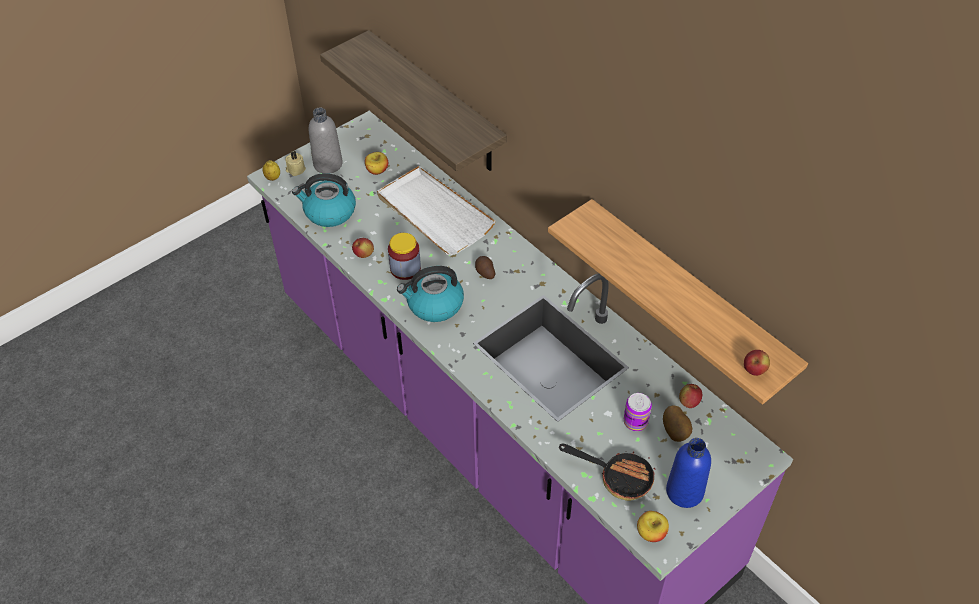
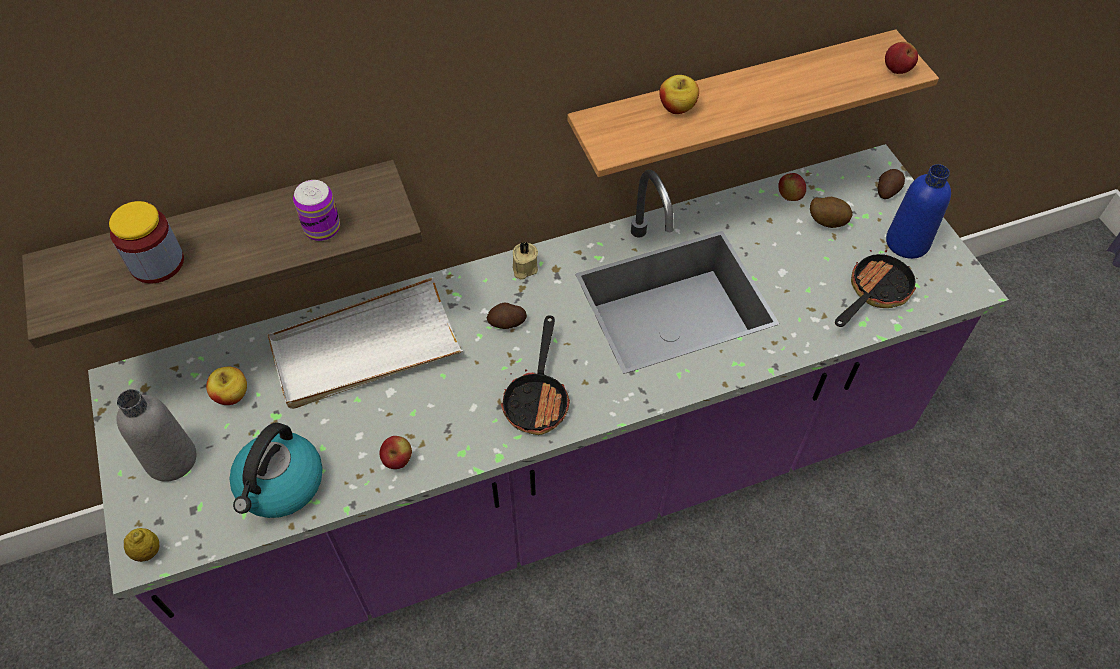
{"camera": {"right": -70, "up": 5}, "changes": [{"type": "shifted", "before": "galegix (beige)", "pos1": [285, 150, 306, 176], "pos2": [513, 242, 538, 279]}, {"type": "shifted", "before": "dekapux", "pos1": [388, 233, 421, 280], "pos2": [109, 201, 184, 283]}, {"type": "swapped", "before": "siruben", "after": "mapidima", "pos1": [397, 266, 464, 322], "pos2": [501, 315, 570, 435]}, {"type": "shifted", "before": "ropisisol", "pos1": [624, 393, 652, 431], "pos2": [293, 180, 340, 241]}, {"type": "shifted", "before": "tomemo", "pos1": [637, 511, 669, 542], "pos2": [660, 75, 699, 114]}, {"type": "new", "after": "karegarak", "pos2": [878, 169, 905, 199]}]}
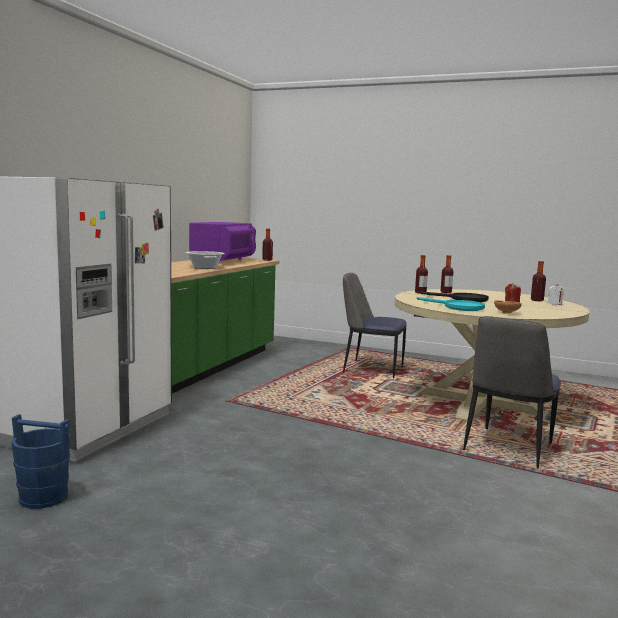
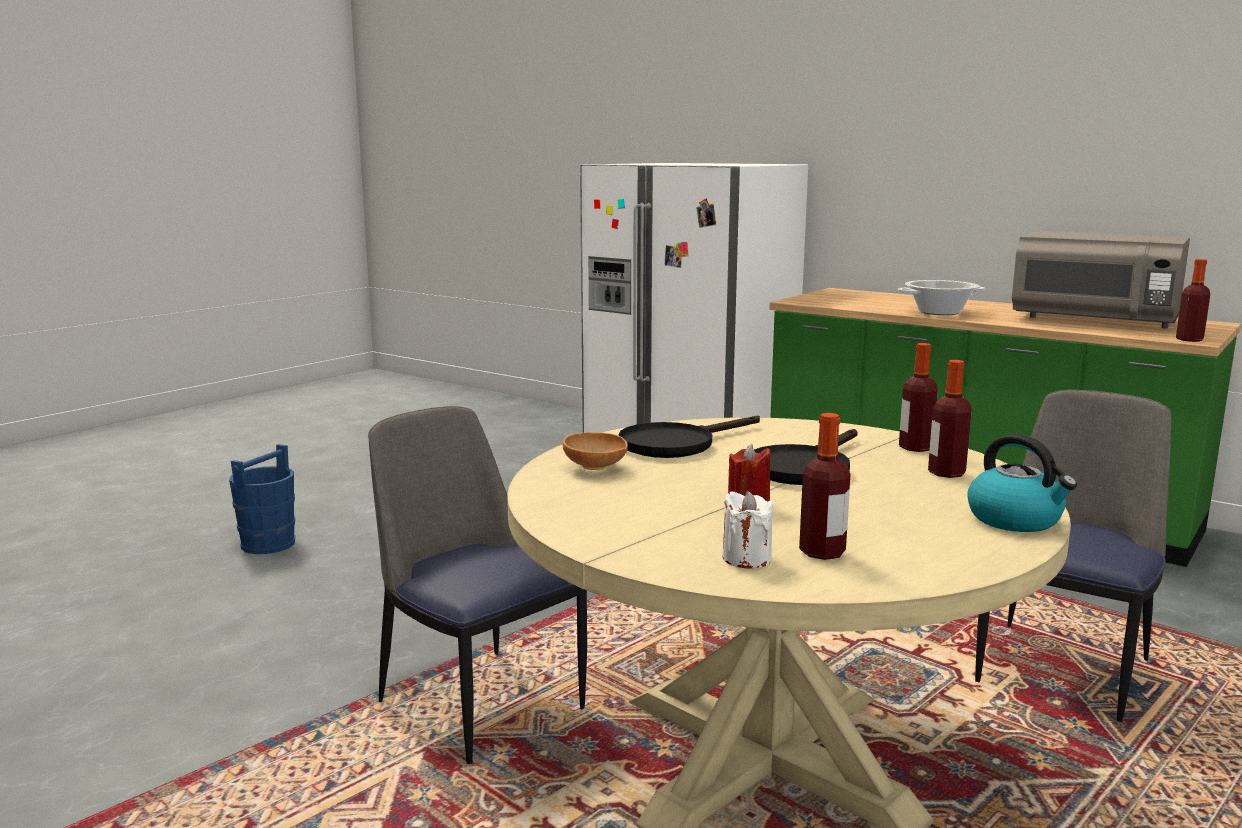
{"camera": {"right": 105, "up": 5}, "changes": [{"type": "repainted", "before": "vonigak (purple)", "after": "vonigak (grey)", "pos1": [189, 222, 256, 261], "pos2": [1012, 231, 1190, 329]}, {"type": "repainted", "before": "mapidima (turquoise)", "after": "mapidima (black)", "pos1": [417, 297, 485, 311], "pos2": [618, 416, 760, 458]}, {"type": "shifted", "before": "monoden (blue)", "pos1": [11, 414, 70, 509], "pos2": [229, 444, 295, 554]}, {"type": "new", "after": "siruben", "pos2": [967, 434, 1077, 532]}]}
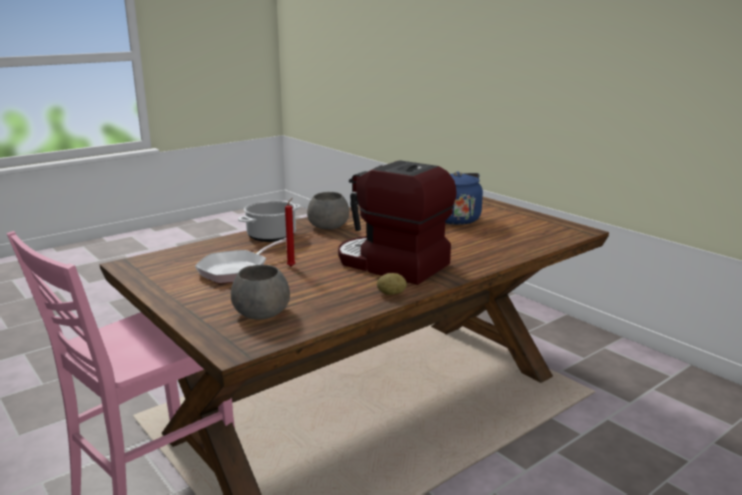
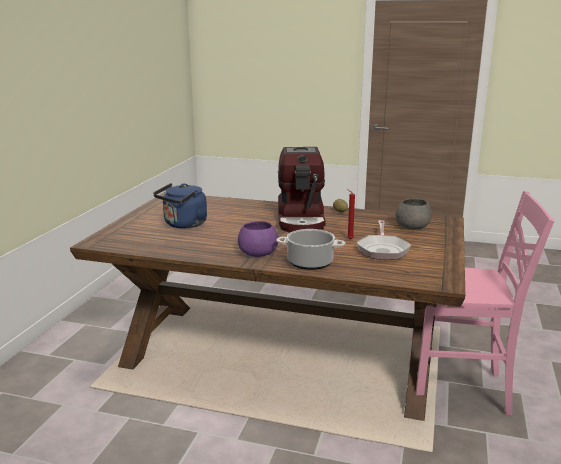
{"camera": {"right": -125, "up": 0}, "changes": [{"type": "repainted", "before": "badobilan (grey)", "after": "badobilan (purple)", "pos1": [307, 192, 349, 229], "pos2": [238, 221, 278, 257]}, {"type": "rotated", "before": "mapidima", "pos1": [195, 238, 287, 284], "pos2": [356, 220, 411, 260], "turn": 90}]}
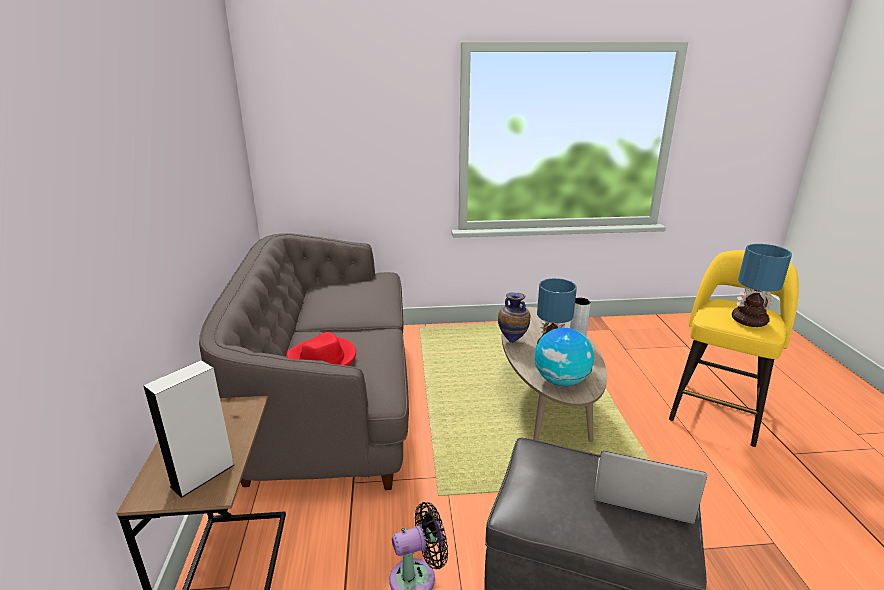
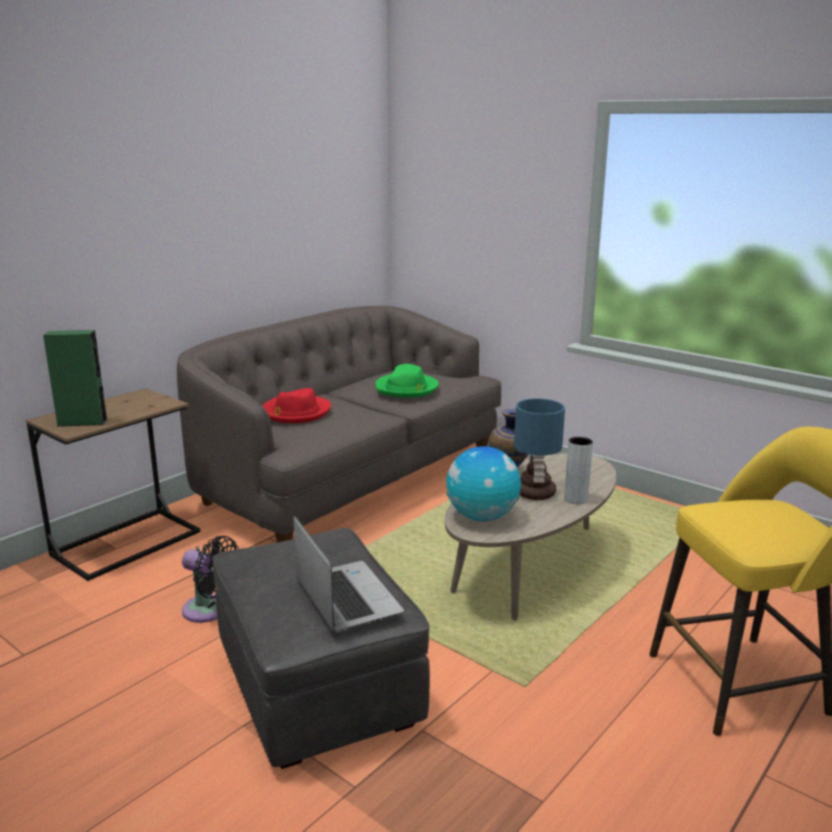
{"camera": {"right": 45, "up": -5}, "changes": [{"type": "gone", "before": "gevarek", "pos1": [732, 244, 792, 327]}, {"type": "repainted", "before": "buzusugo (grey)", "after": "buzusugo (green)", "pos1": [143, 360, 235, 498], "pos2": [43, 330, 107, 427]}, {"type": "new", "after": "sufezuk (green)", "pos2": [375, 364, 439, 398]}]}
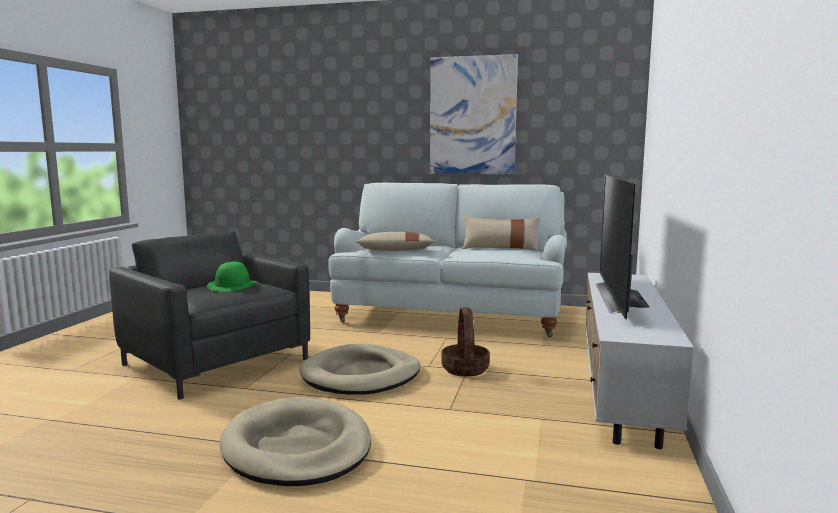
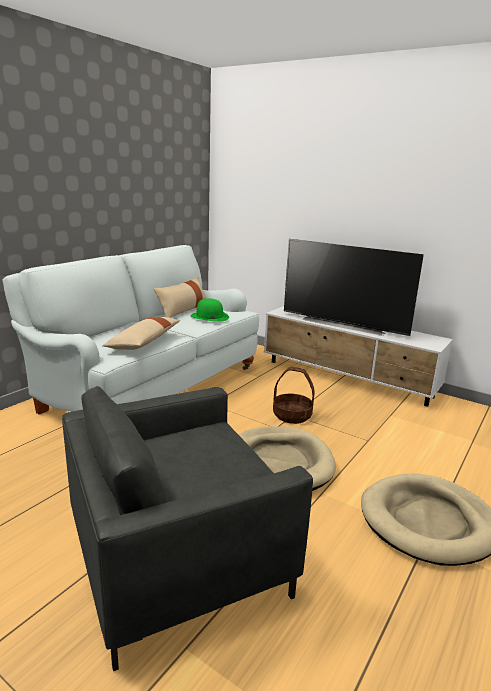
{"camera": {"right": -70, "up": 10}, "changes": [{"type": "gone", "before": "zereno", "pos1": [430, 54, 518, 174]}, {"type": "shifted", "before": "sufezuk (green)", "pos1": [207, 261, 257, 292], "pos2": [190, 298, 229, 322]}]}
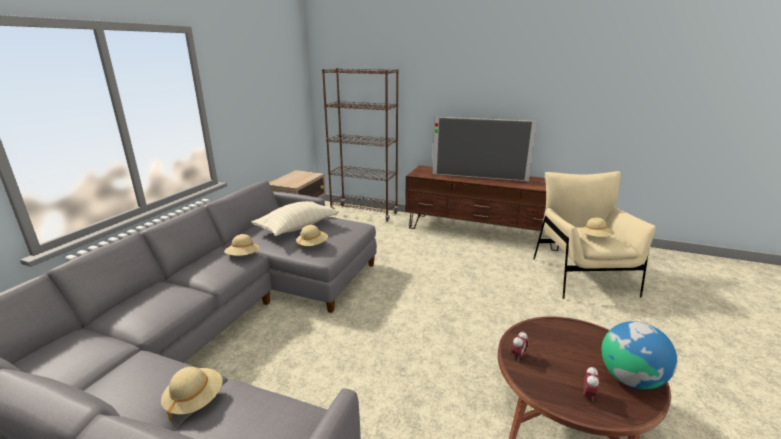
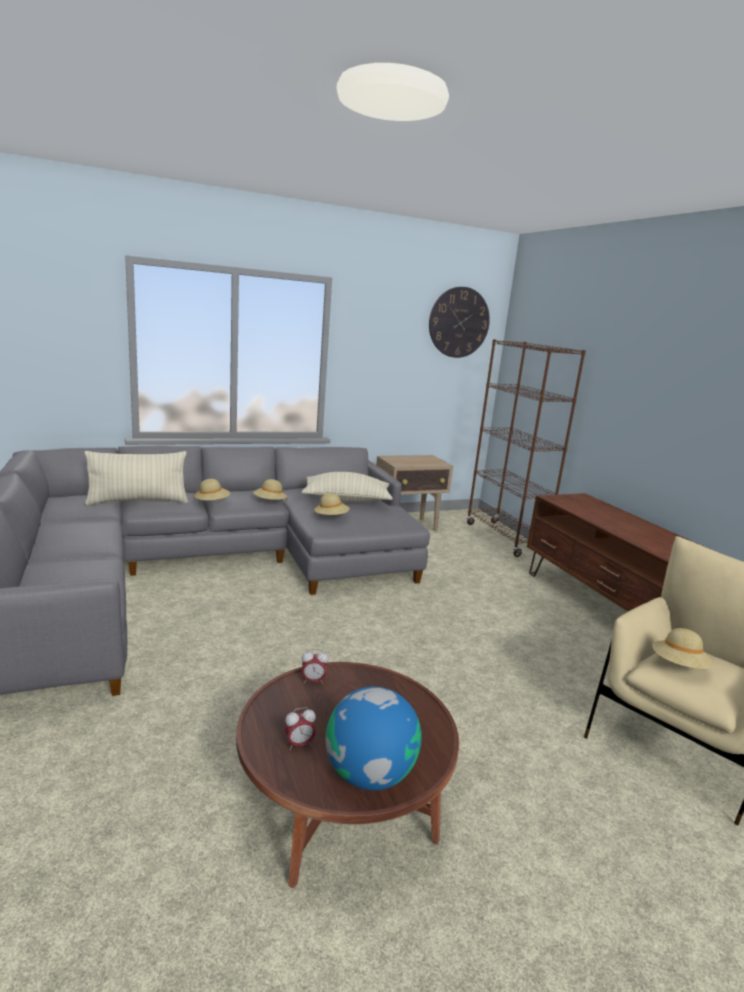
{"camera": {"right": 45, "up": -5}, "changes": [{"type": "gone", "before": "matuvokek", "pos1": [432, 117, 537, 181]}, {"type": "shifted", "before": "sufezuk (beige)", "pos1": [161, 367, 222, 422], "pos2": [194, 479, 230, 500]}, {"type": "new", "after": "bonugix", "pos2": [429, 287, 490, 358]}, {"type": "new", "after": "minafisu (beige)", "pos2": [84, 451, 189, 506]}]}
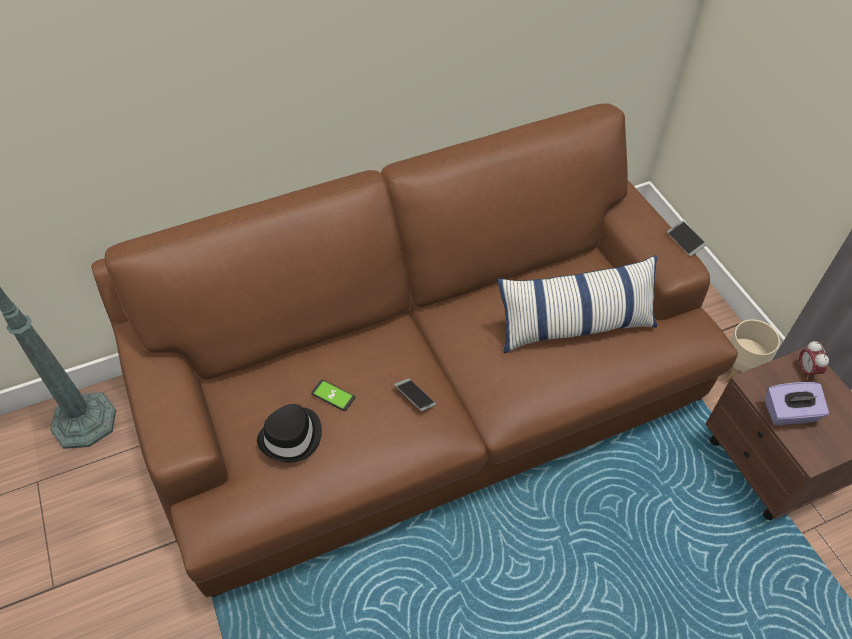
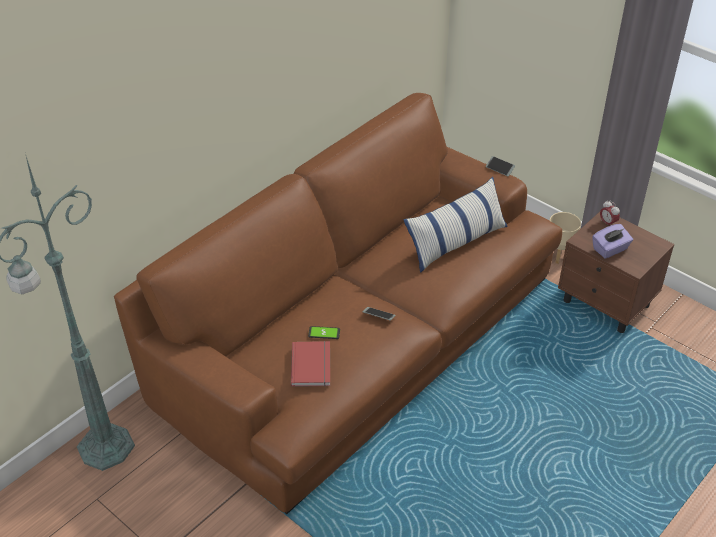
{"camera": {"right": -25, "up": -10}, "changes": [{"type": "swapped", "before": "sufezuk (black)", "after": "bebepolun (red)", "pos1": [257, 404, 322, 462], "pos2": [291, 341, 330, 387]}]}
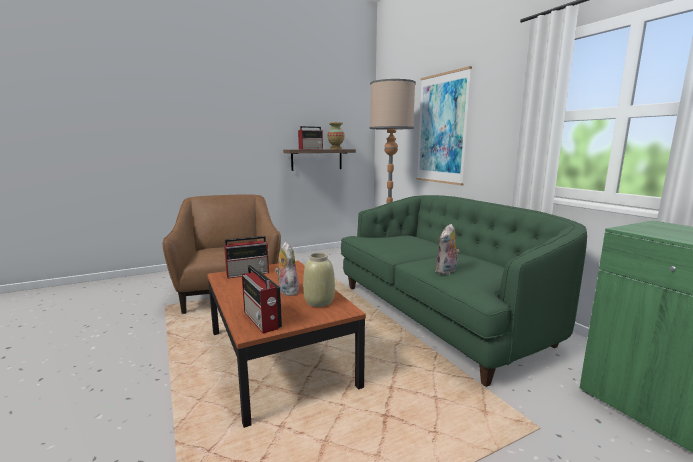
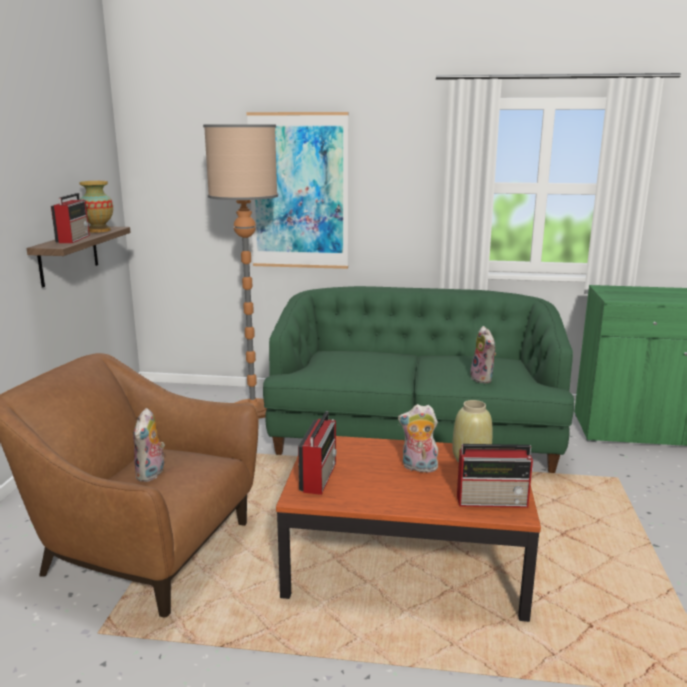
{"camera": {"right": -55, "up": 5}, "changes": [{"type": "new", "after": "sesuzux", "pos2": [133, 408, 165, 482]}]}
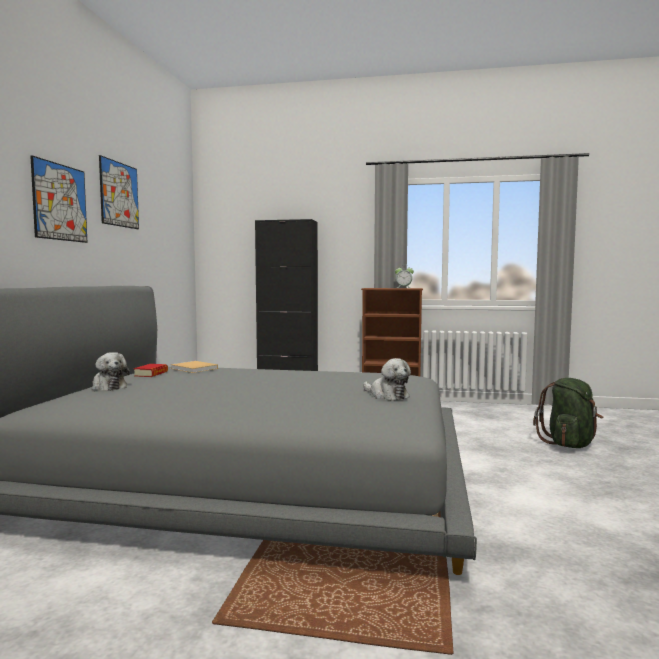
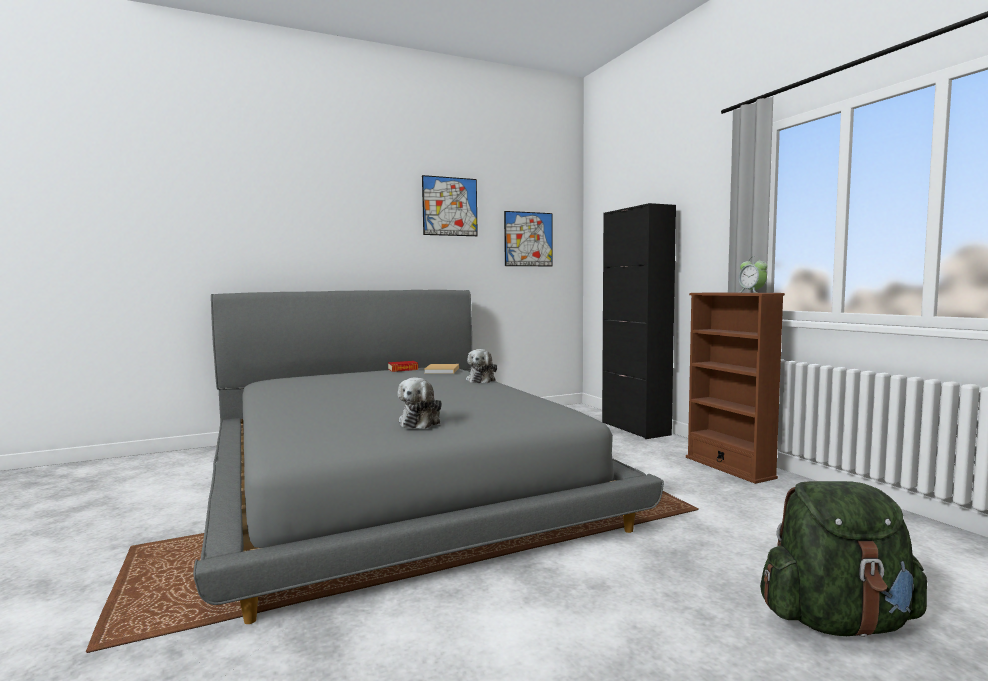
{"camera": {"right": 55, "up": 0}, "changes": [{"type": "shifted", "before": "zereno", "pos1": [30, 155, 88, 243], "pos2": [504, 211, 553, 266]}, {"type": "shifted", "before": "sesuzux", "pos1": [92, 352, 130, 391], "pos2": [466, 349, 497, 383]}]}
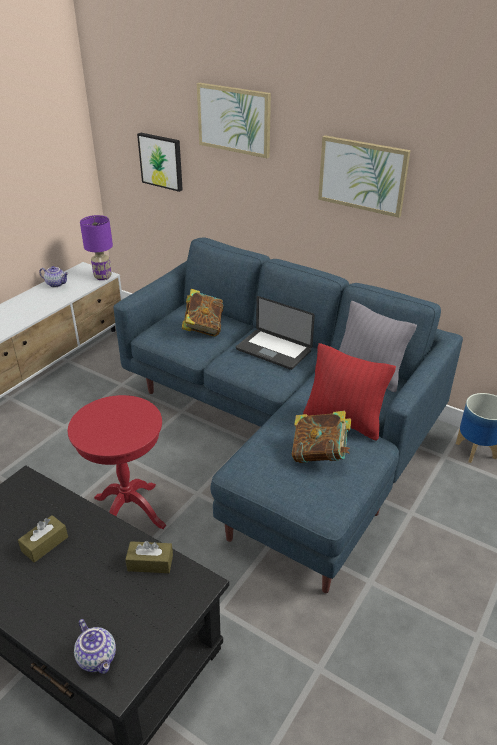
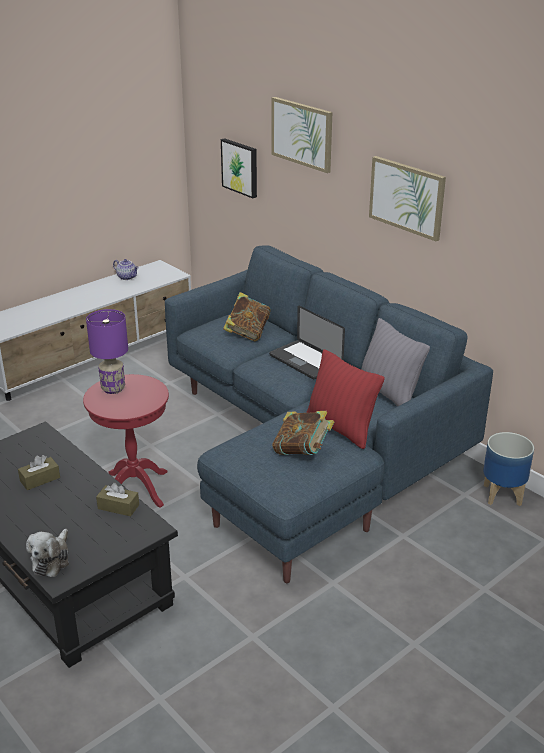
{"camera": {"right": 15, "up": -5}, "changes": [{"type": "shifted", "before": "gevarek (purple)", "pos1": [80, 215, 113, 280], "pos2": [86, 309, 128, 394]}, {"type": "swapped", "before": "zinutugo", "after": "sesuzux", "pos1": [74, 619, 116, 674], "pos2": [26, 529, 69, 577]}]}
